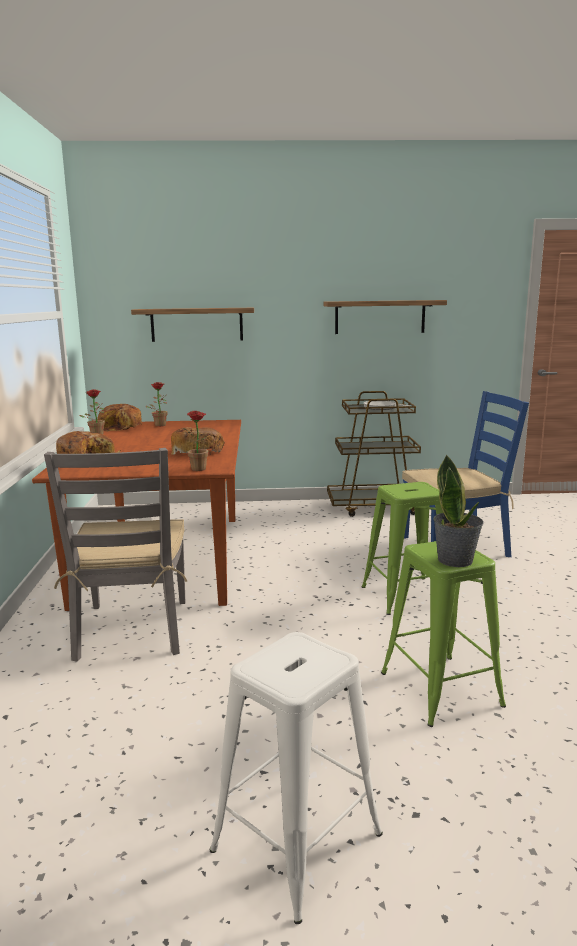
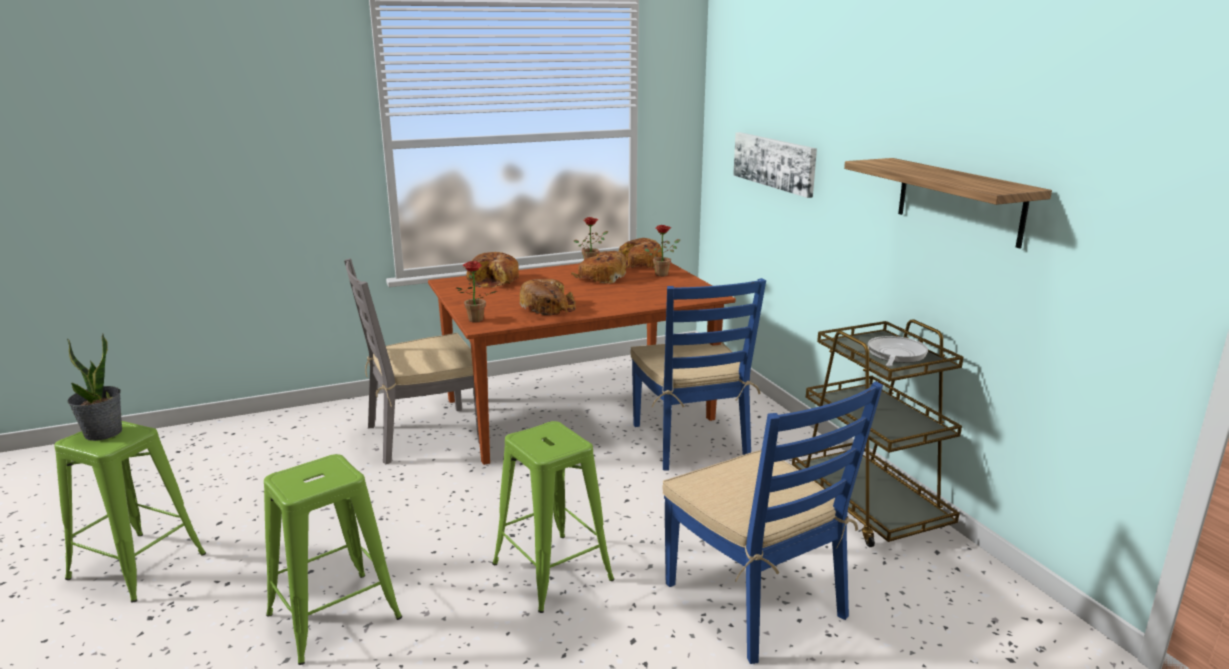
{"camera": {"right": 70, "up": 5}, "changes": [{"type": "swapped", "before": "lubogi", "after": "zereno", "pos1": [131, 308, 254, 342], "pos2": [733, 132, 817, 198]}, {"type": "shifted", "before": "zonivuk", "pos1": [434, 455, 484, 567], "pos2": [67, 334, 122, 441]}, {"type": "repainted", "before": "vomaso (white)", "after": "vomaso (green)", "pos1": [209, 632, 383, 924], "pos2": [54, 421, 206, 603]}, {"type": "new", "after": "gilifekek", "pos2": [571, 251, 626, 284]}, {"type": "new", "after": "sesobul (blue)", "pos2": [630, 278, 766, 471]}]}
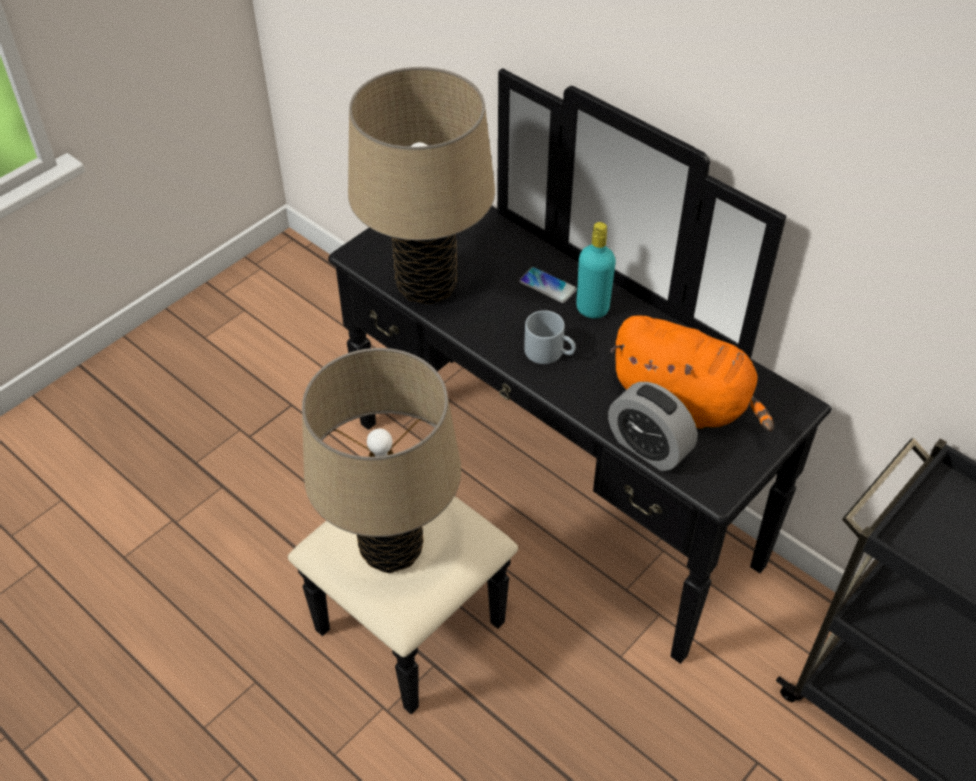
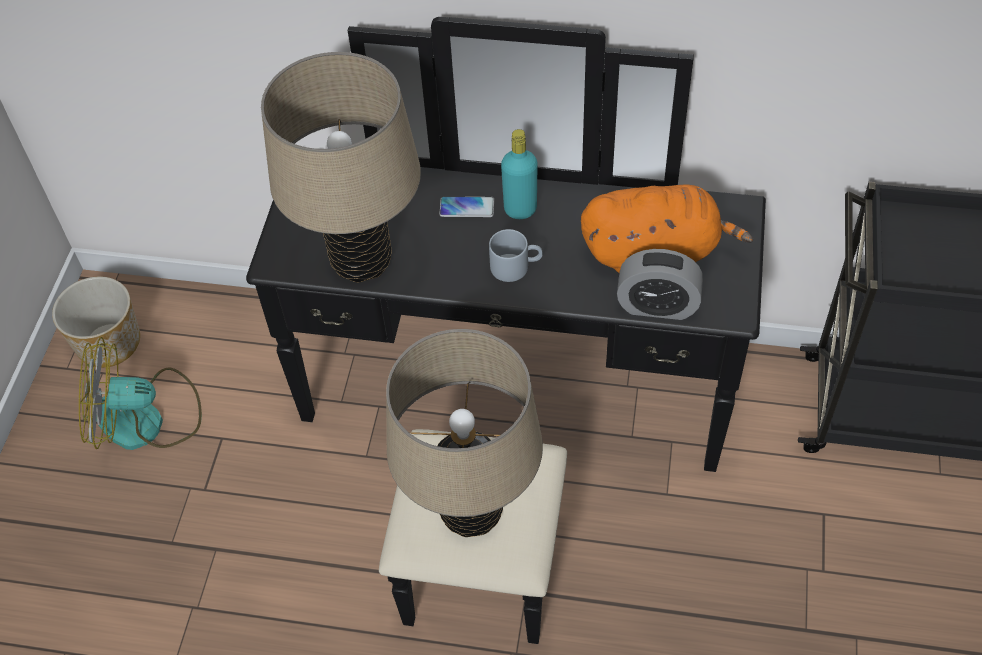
{"camera": {"right": -30, "up": 5}, "changes": [{"type": "new", "after": "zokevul", "pos2": [52, 277, 140, 368]}, {"type": "new", "after": "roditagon", "pos2": [79, 337, 202, 450]}]}
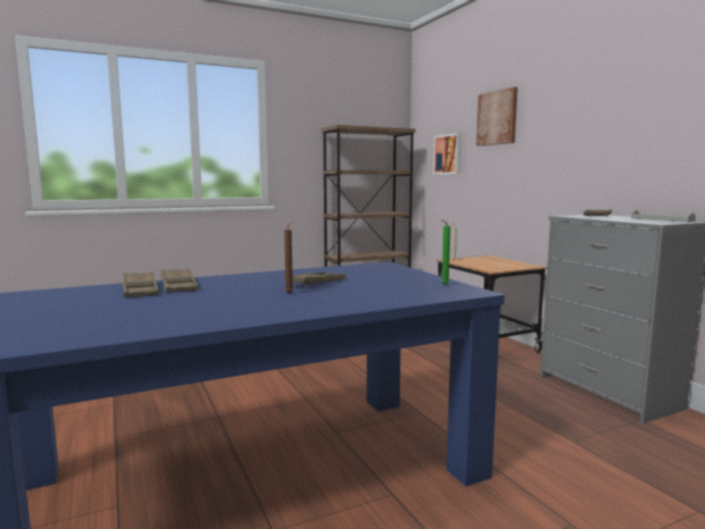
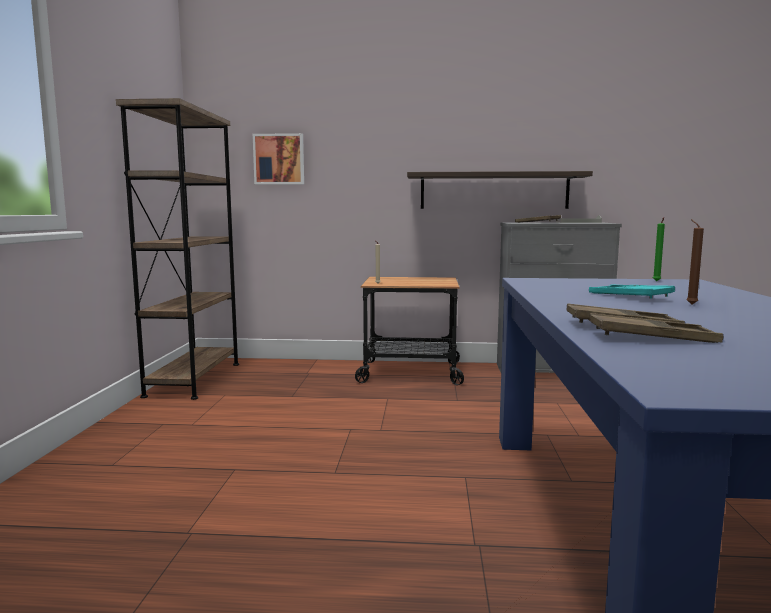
{"camera": {"right": -60, "up": 0}, "changes": [{"type": "gone", "before": "zereno", "pos1": [476, 87, 518, 146]}, {"type": "repainted", "before": "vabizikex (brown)", "after": "vabizikex (turquoise)", "pos1": [292, 272, 345, 286], "pos2": [589, 285, 675, 299]}, {"type": "new", "after": "lubogi", "pos2": [407, 171, 593, 209]}]}
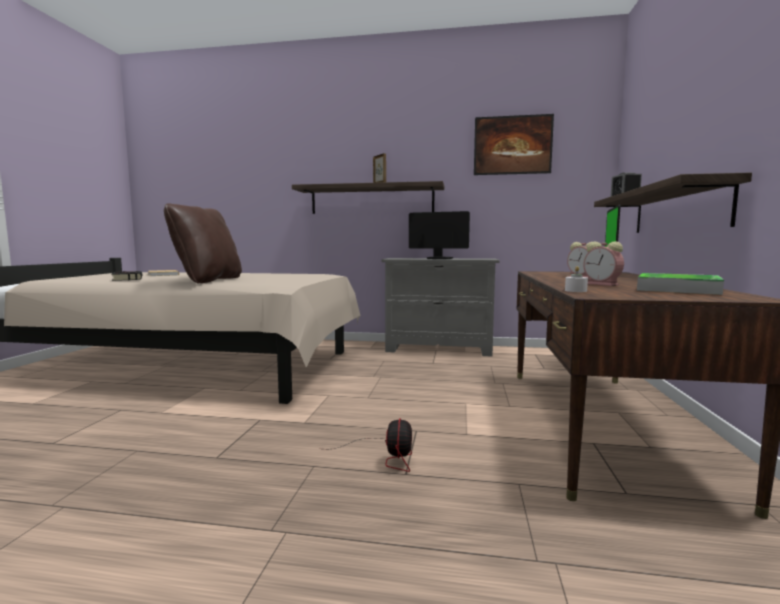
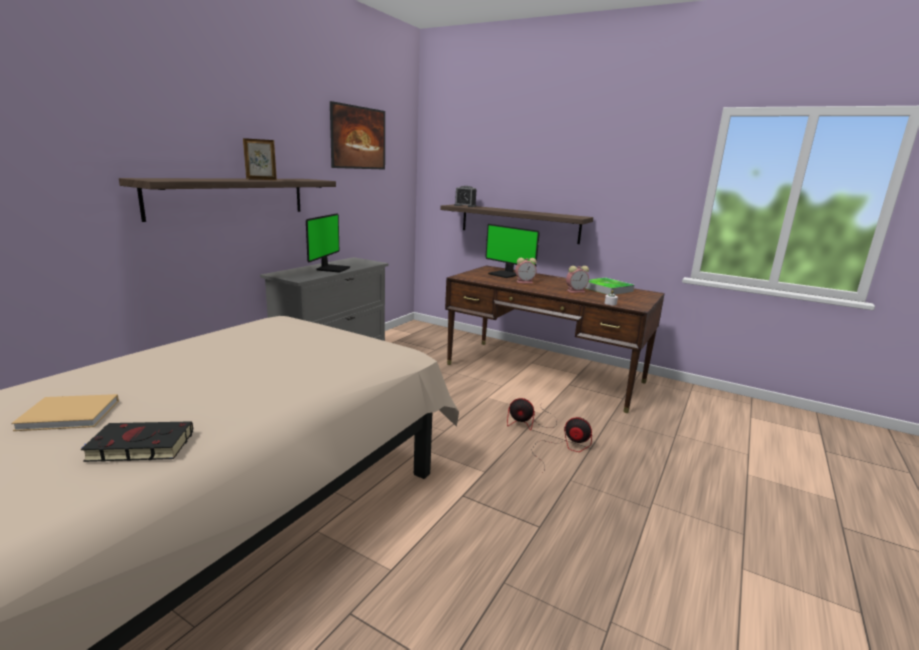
{"camera": {"right": -70, "up": 10}, "changes": [{"type": "gone", "before": "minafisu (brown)", "pos1": [164, 204, 242, 284]}, {"type": "rotated", "before": "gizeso", "pos1": [409, 211, 470, 259], "pos2": [306, 213, 350, 273], "turn": 150}, {"type": "new", "after": "roditagon", "pos2": [507, 398, 557, 430]}]}
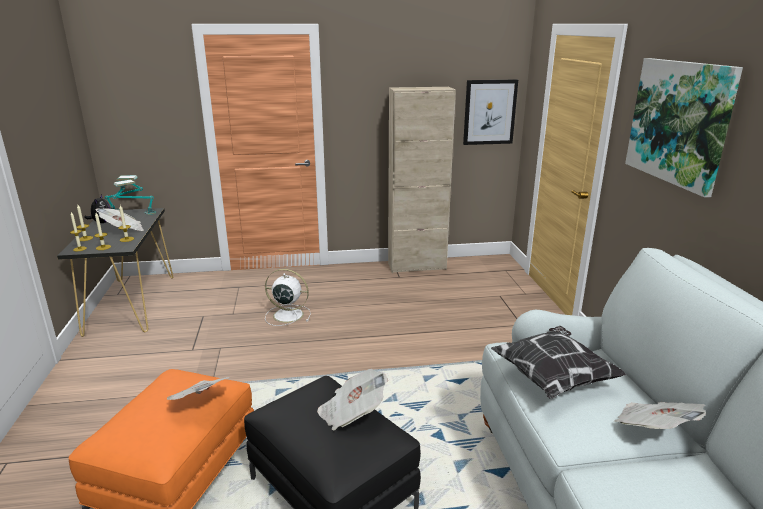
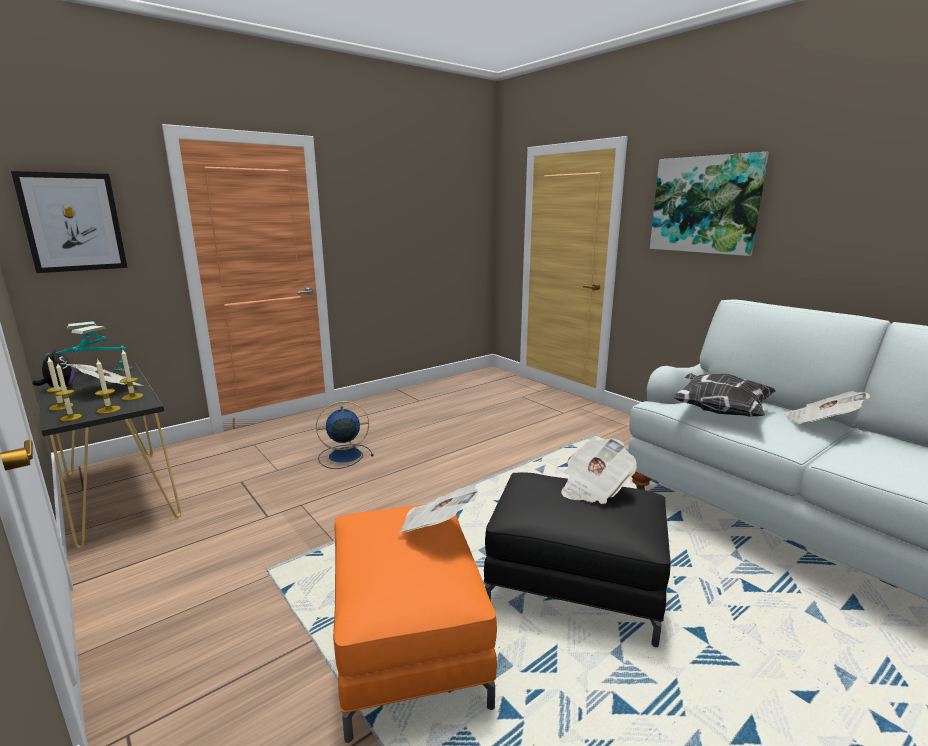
{"camera": {"right": -30, "up": -5}, "changes": [{"type": "shifted", "before": "zereno", "pos1": [463, 79, 518, 145], "pos2": [11, 171, 127, 273]}, {"type": "gone", "before": "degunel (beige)", "pos1": [388, 87, 456, 273]}, {"type": "repainted", "before": "roditagon (white)", "after": "roditagon (blue)", "pos1": [265, 269, 311, 326], "pos2": [316, 401, 373, 469]}]}
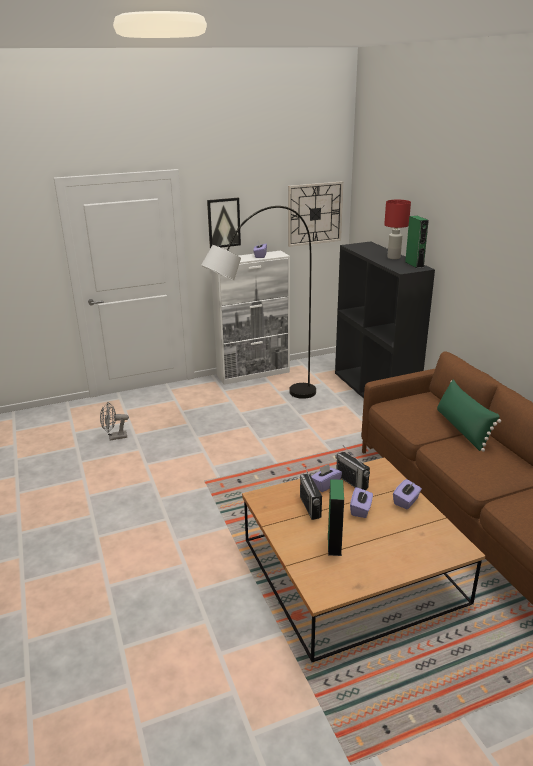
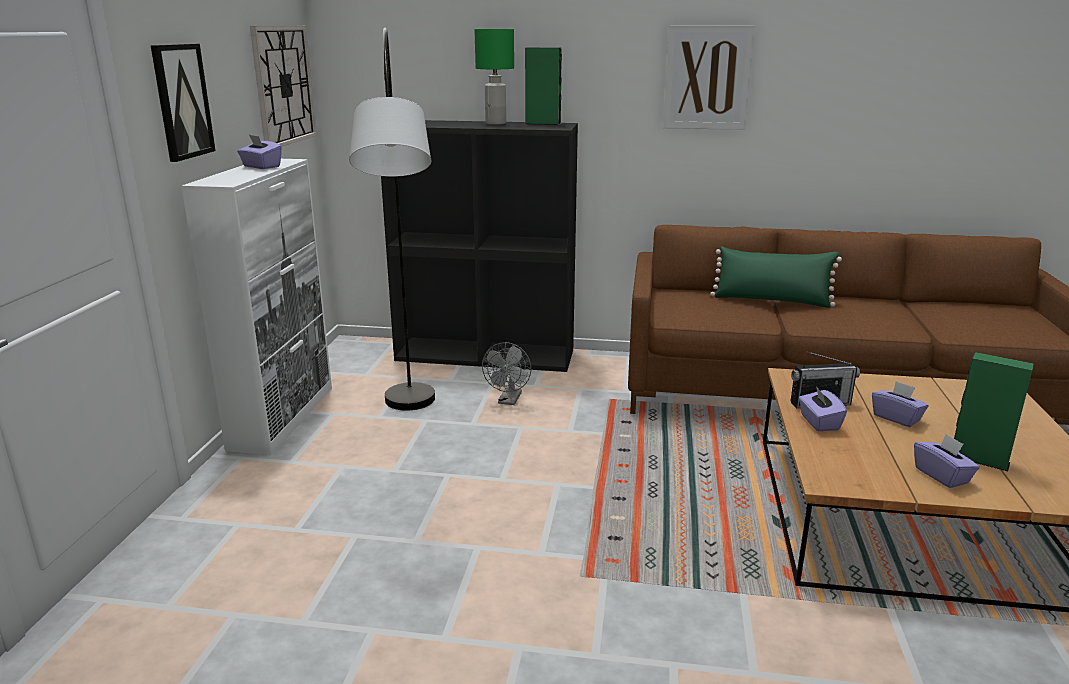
{"camera": {"right": -60, "up": -5}, "changes": [{"type": "repainted", "before": "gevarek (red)", "after": "gevarek (green)", "pos1": [384, 200, 411, 259], "pos2": [475, 29, 514, 125]}, {"type": "shifted", "before": "roditagon (grey)", "pos1": [100, 402, 129, 440], "pos2": [482, 342, 531, 405]}, {"type": "gone", "before": "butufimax", "pos1": [300, 467, 322, 520]}, {"type": "shifted", "before": "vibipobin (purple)", "pos1": [393, 479, 422, 509], "pos2": [914, 434, 980, 488]}, {"type": "new", "after": "zereno", "pos2": [663, 25, 755, 130]}]}
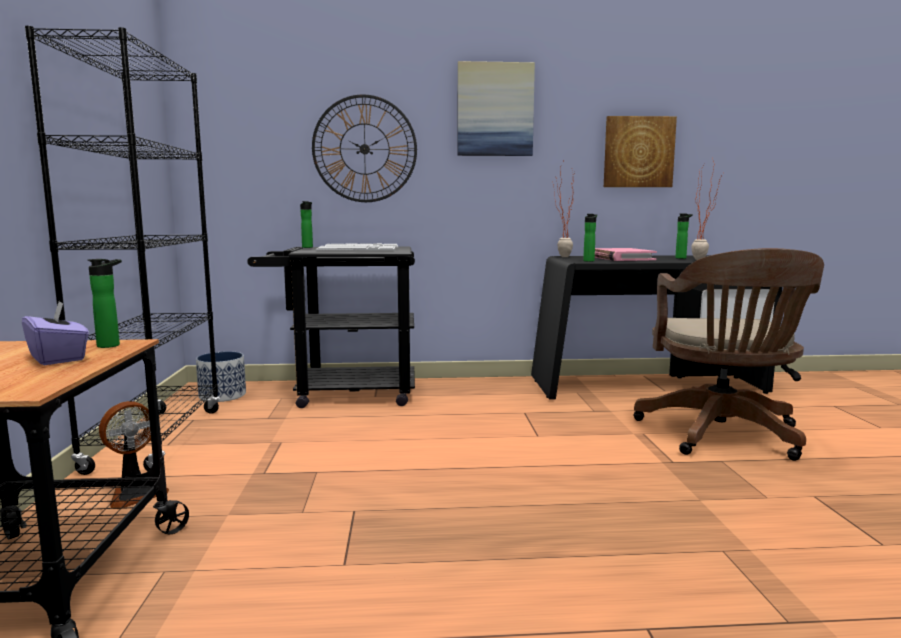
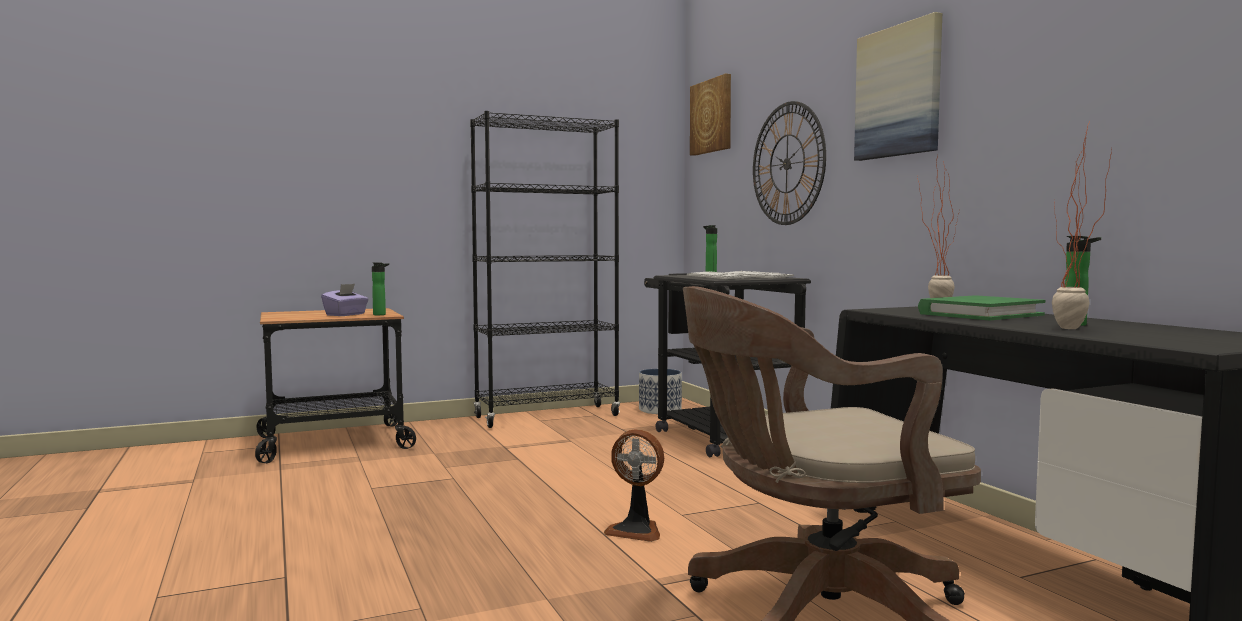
{"camera": {"right": 70, "up": -5}, "changes": [{"type": "shifted", "before": "zereno", "pos1": [604, 116, 677, 187], "pos2": [690, 73, 731, 156]}, {"type": "gone", "before": "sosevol", "pos1": [583, 214, 597, 262]}, {"type": "repainted", "before": "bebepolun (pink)", "after": "bebepolun (green)", "pos1": [595, 248, 657, 261], "pos2": [918, 296, 1045, 320]}, {"type": "shifted", "before": "roditagon", "pos1": [99, 401, 169, 508], "pos2": [604, 429, 664, 542]}]}
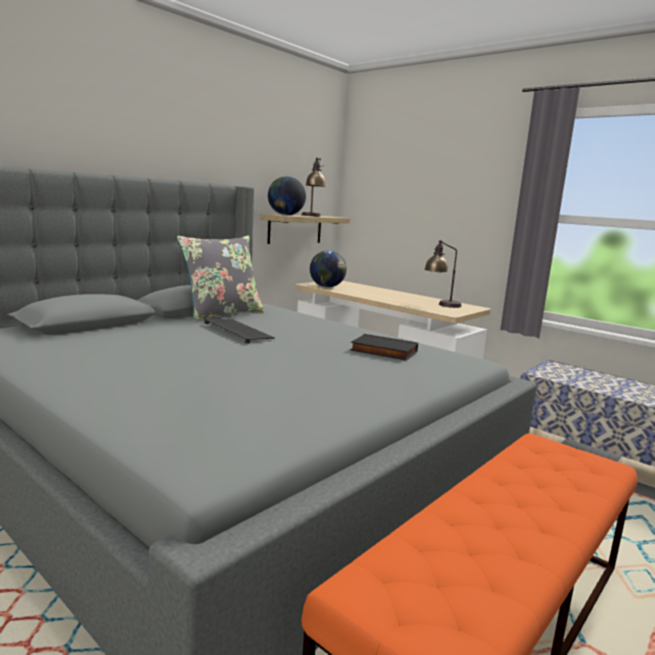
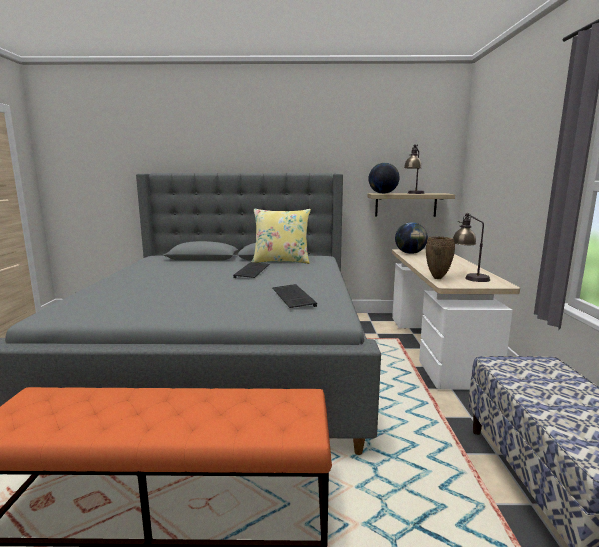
{"camera": {"right": 50, "up": 0}, "changes": [{"type": "repainted", "before": "minafisu (grey)", "after": "minafisu (yellow)", "pos1": [177, 236, 264, 321], "pos2": [252, 209, 311, 264]}, {"type": "swapped", "before": "bebepolun (black)", "after": "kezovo", "pos1": [350, 334, 418, 361], "pos2": [273, 284, 317, 308]}, {"type": "new", "after": "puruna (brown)", "pos2": [426, 236, 455, 279]}]}
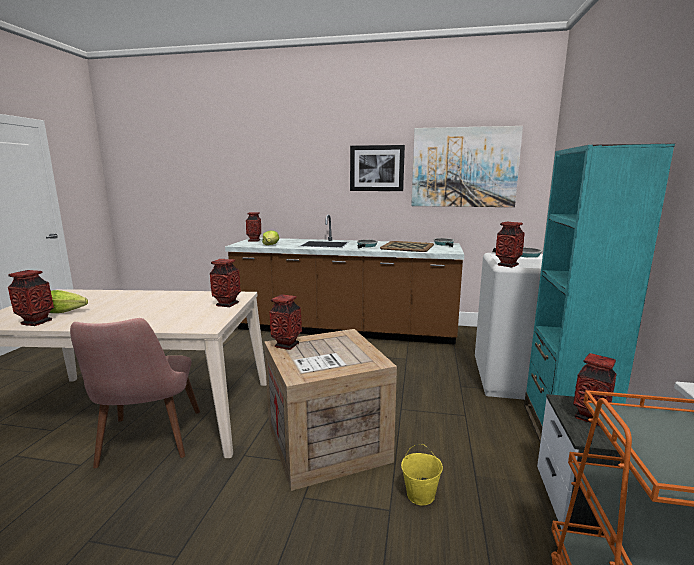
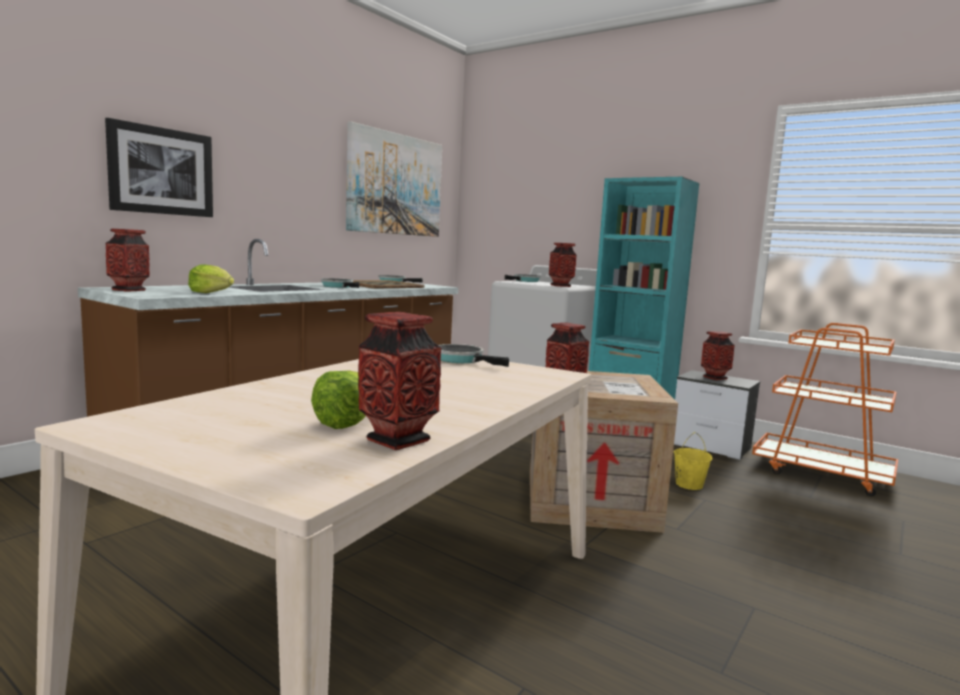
{"camera": {"right": -65, "up": -5}, "changes": [{"type": "shifted", "before": "zereno", "pos1": [350, 145, 405, 191], "pos2": [105, 118, 213, 217]}, {"type": "swapped", "before": "puruna", "after": "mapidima", "pos1": [210, 259, 241, 307], "pos2": [439, 344, 509, 367]}, {"type": "gone", "before": "sesobul (pink)", "pos1": [70, 318, 200, 468]}]}
